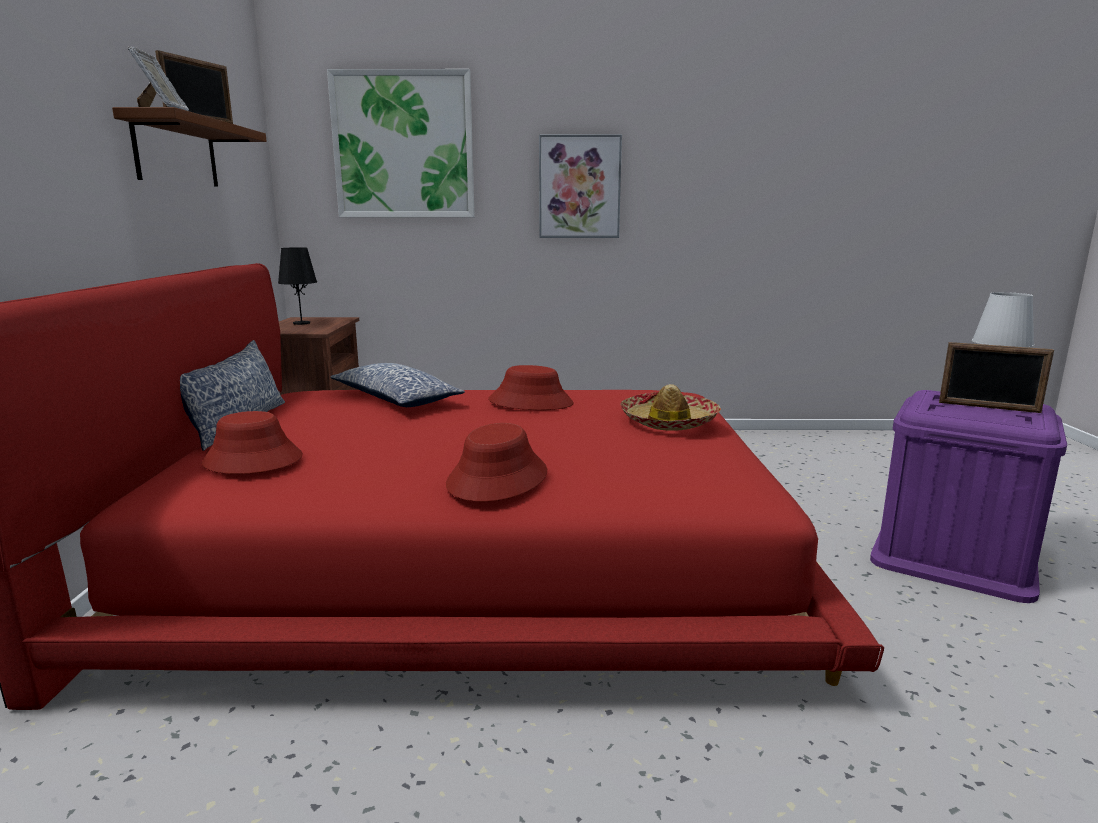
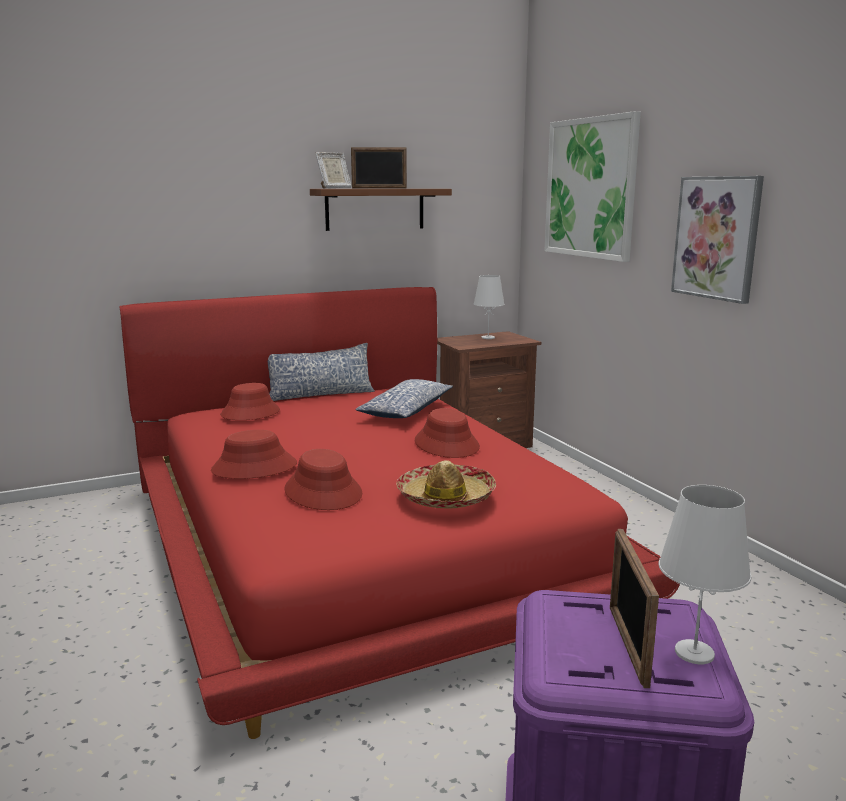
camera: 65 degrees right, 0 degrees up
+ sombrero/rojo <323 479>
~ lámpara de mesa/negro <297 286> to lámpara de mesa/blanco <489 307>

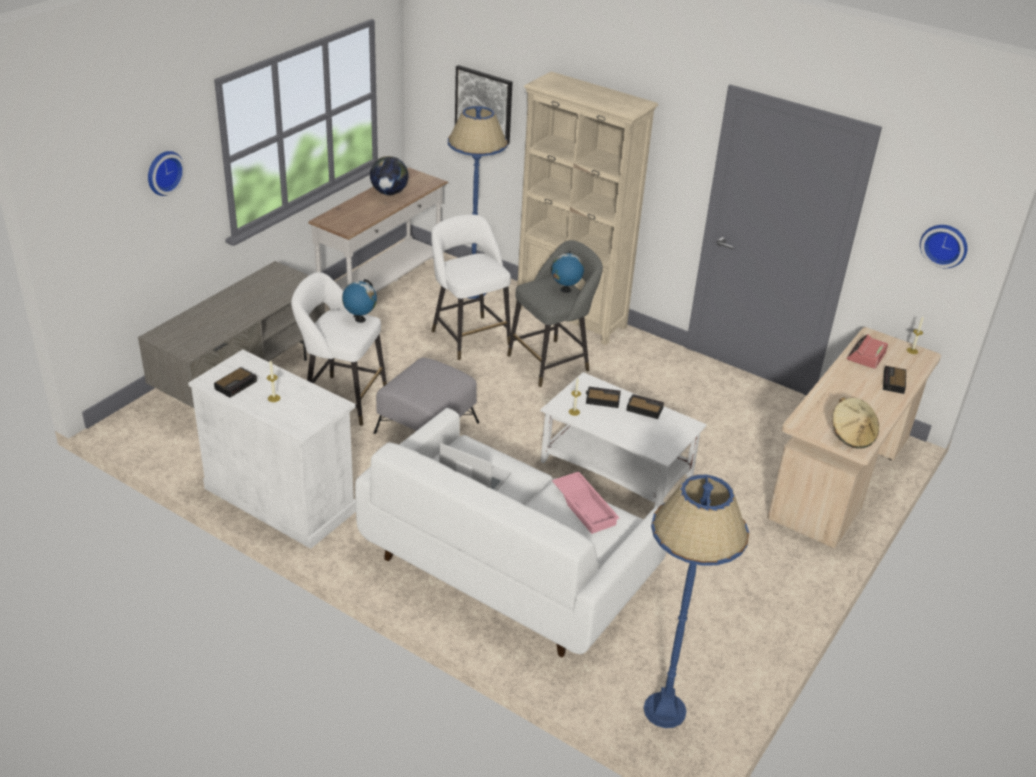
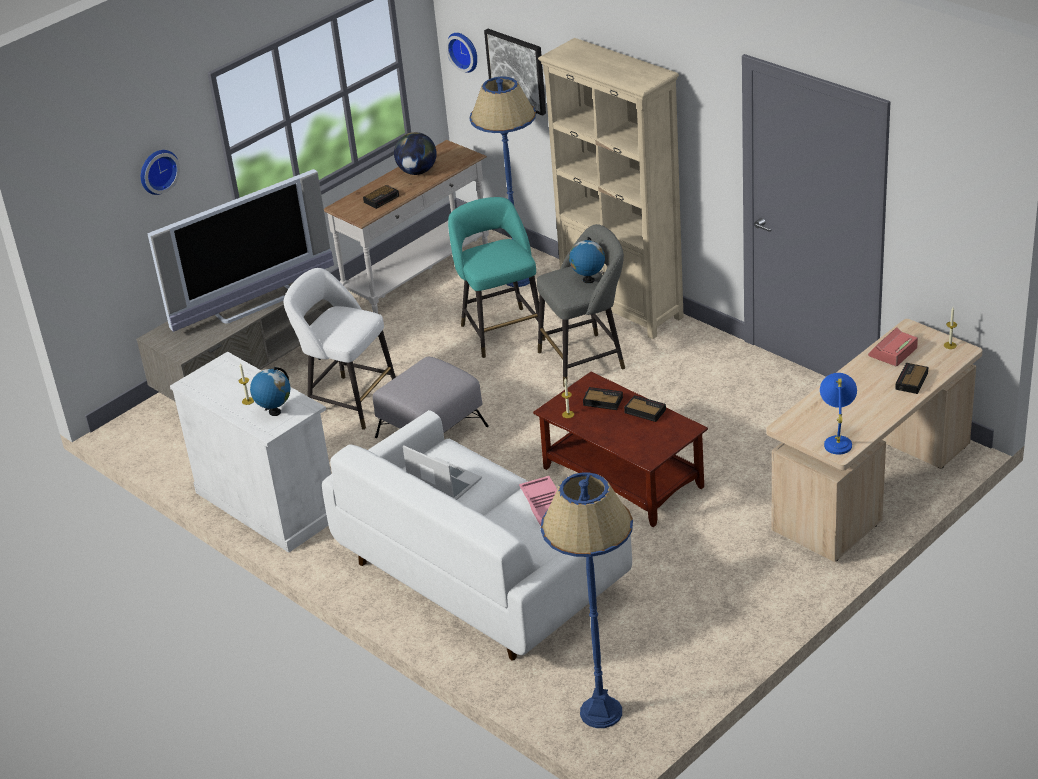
camera: 15 degrees right, 0 degrees up
+ televisor <240 250>
~ despertador <235 382> to <381 197>
~ globo terráqueo <359 301> to <270 391>
~ reloj de pared <943 246> to <461 53>
~ sombrero/beis <855 422> to lámpara de mesa/azul <838 413>
~ taburete/blanco <471 287> to taburete/turquesa <496 277>
~ mesa de centro/blanco <623 439> to mesa de centro/marrón <620 449>

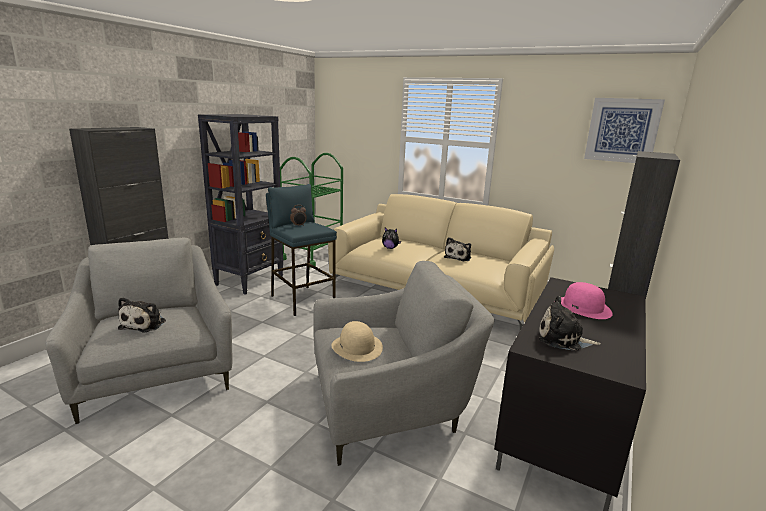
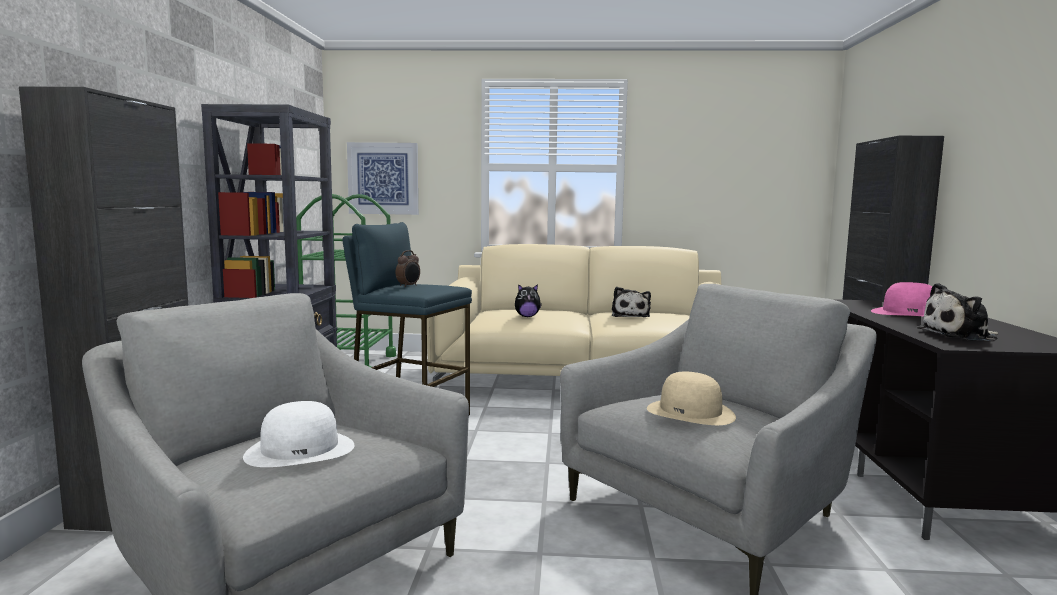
camera: 25 degrees left, 10 degrees down
~ cuadro <624 130> to <382 178>
~ peluche <142 315> to sombrero/blanco <298 434>

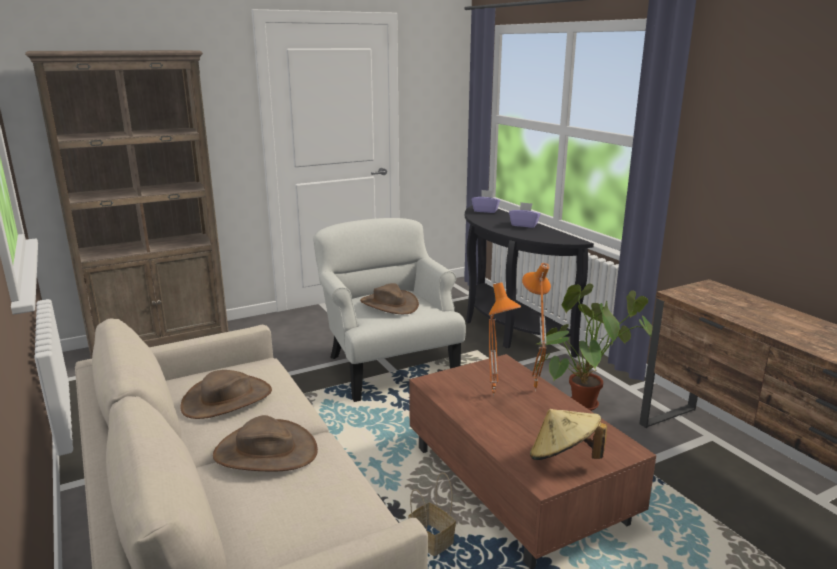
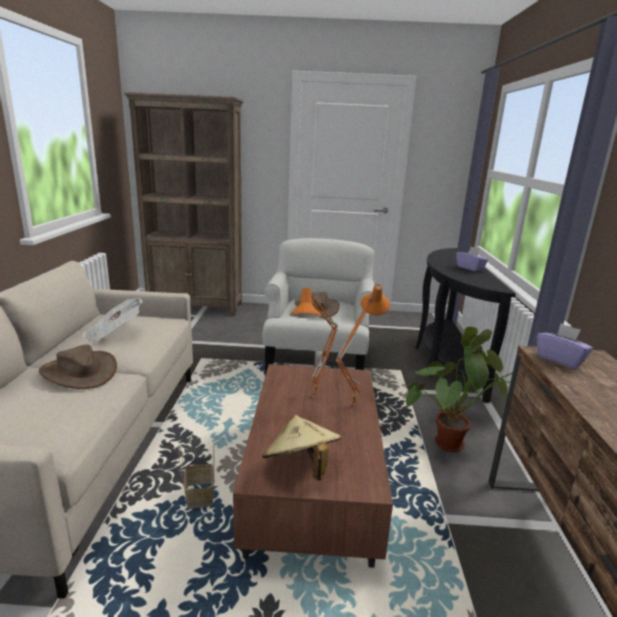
camera: 30 degrees right, 0 degrees up
~ caja de pañuelos/morado <486 201> to <565 346>
~ sombrero/marrón <226 394> to periódico <112 320>

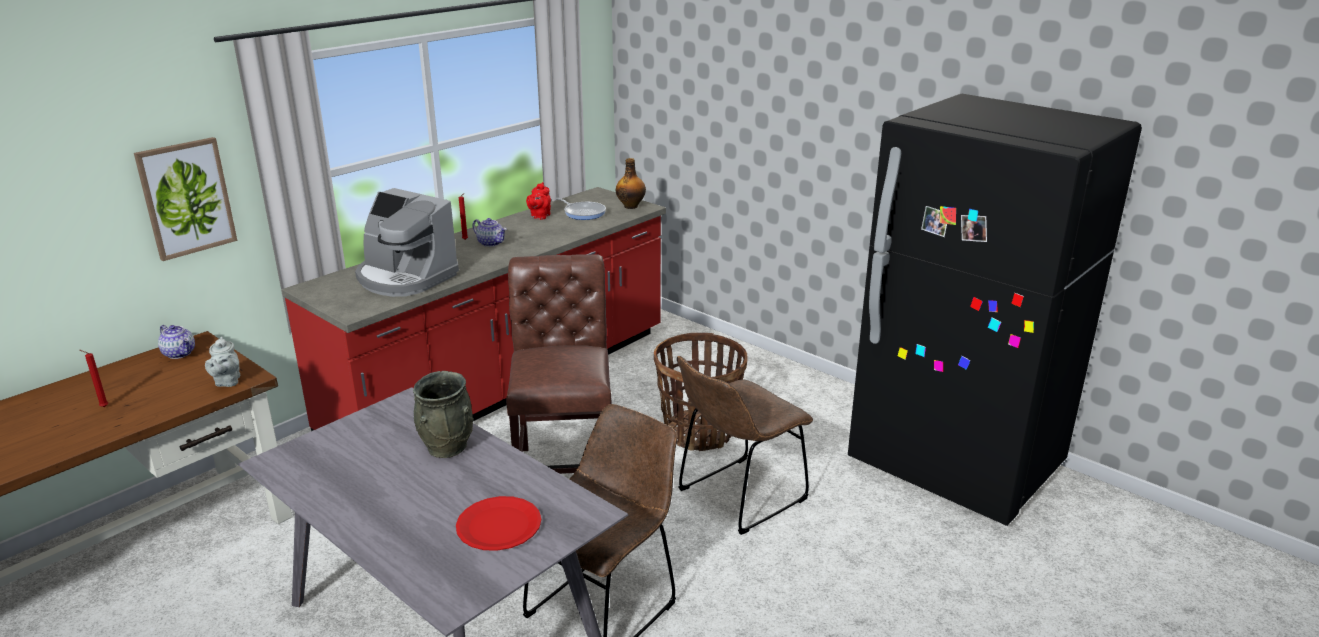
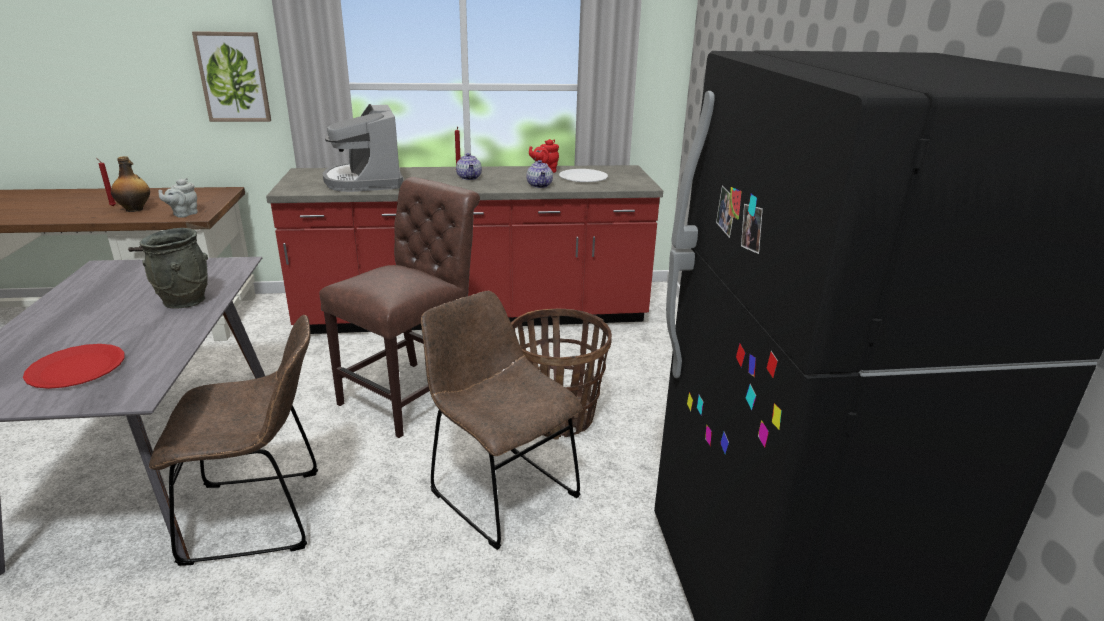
camera: 40 degrees right, 0 degrees up
~ tetera <176 342> to <540 174>
~ botella <631 183> to <130 184>
~ sartén <580 209> to plato/blanco <583 175>
~ silla/marrón <745 445> = <501 420> 45 degrees clockwise

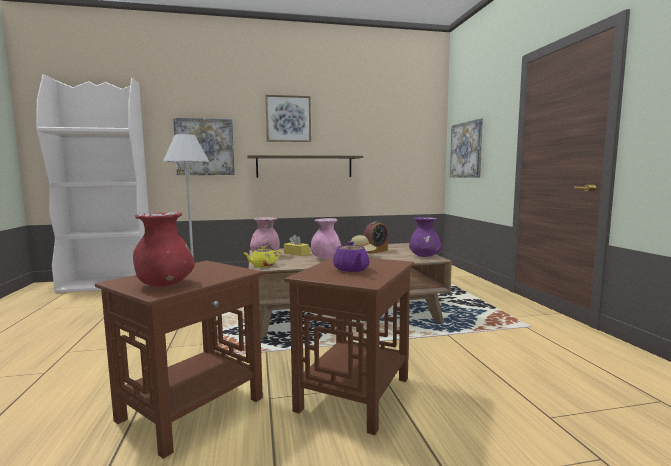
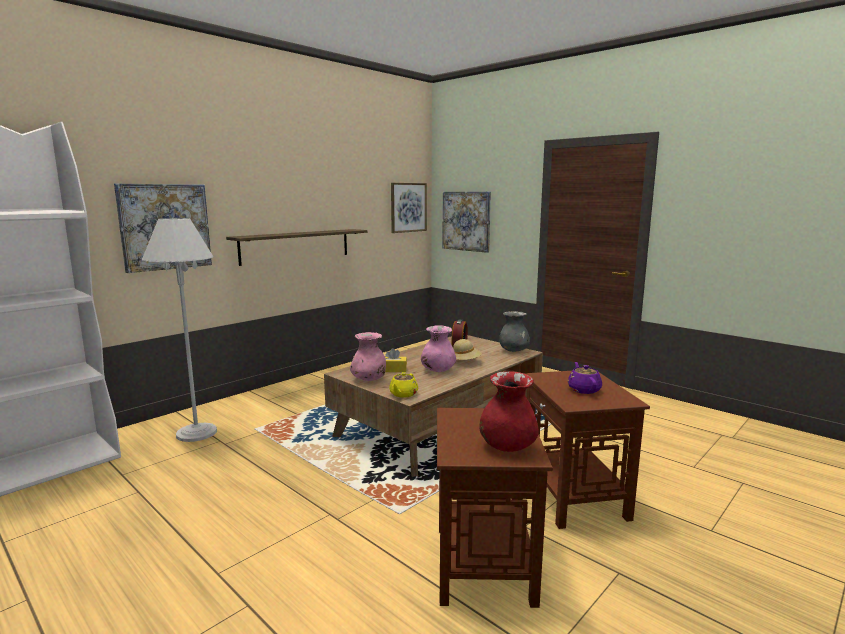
camera: 35 degrees left, 5 degrees up
~ cuadro <288 118> to <409 208>
~ florero/morado <425 237> to florero/gris <514 331>
~ tetera/morado <351 256> = <585 378> 135 degrees counterclockwise

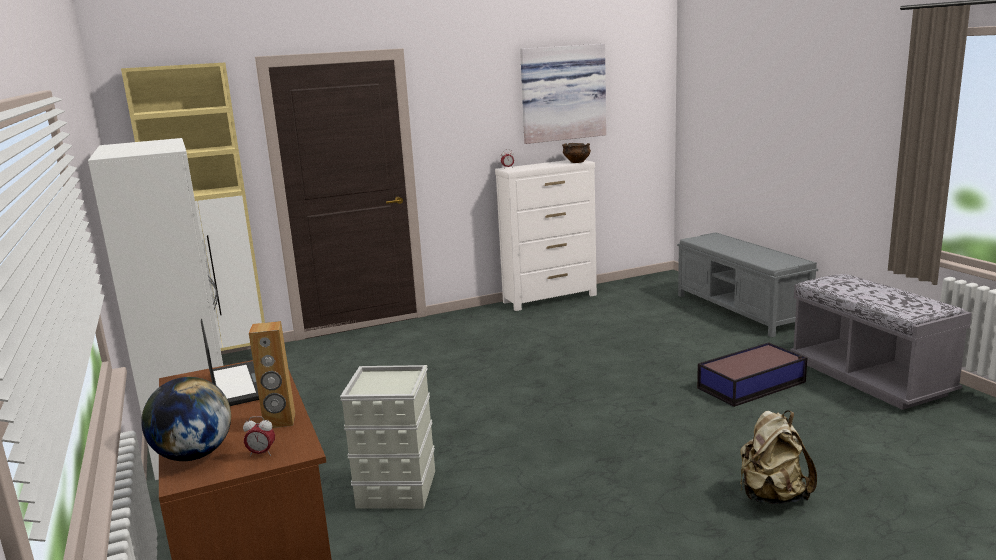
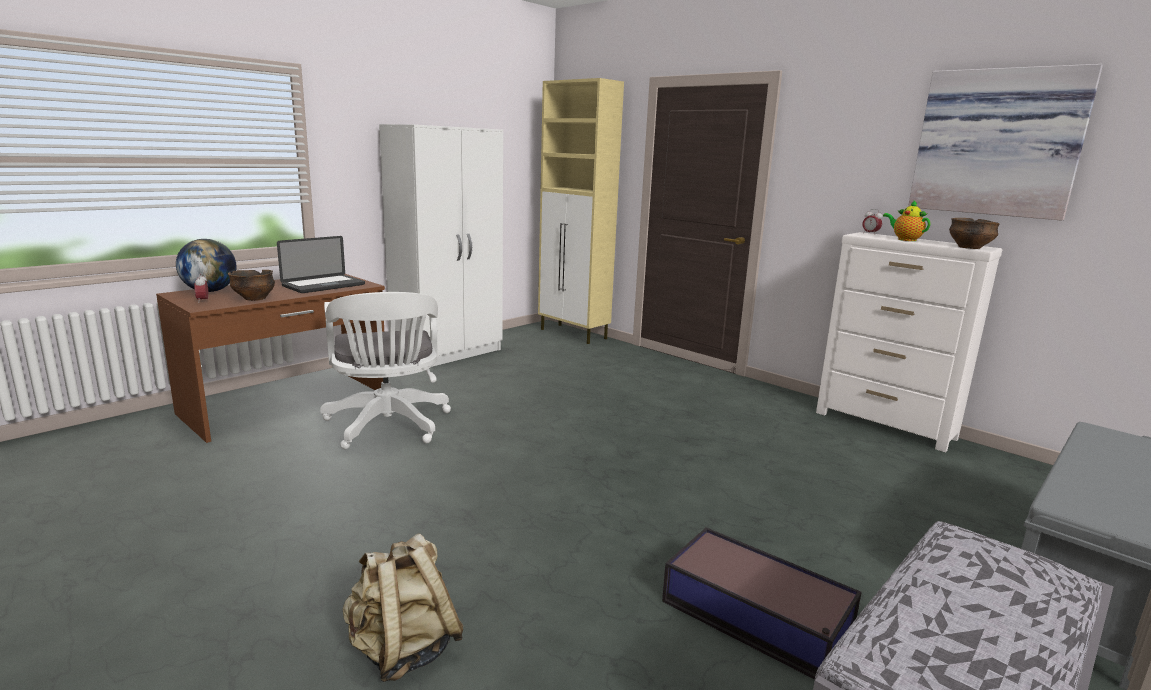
camera: 65 degrees right, 0 degrees up
+ tetera <906 220>
~ altavoz/marrón <272 374> to cuenco <251 285>
~ caja de almacenaje/gris <387 437> to silla de oficina/blanco <385 370>

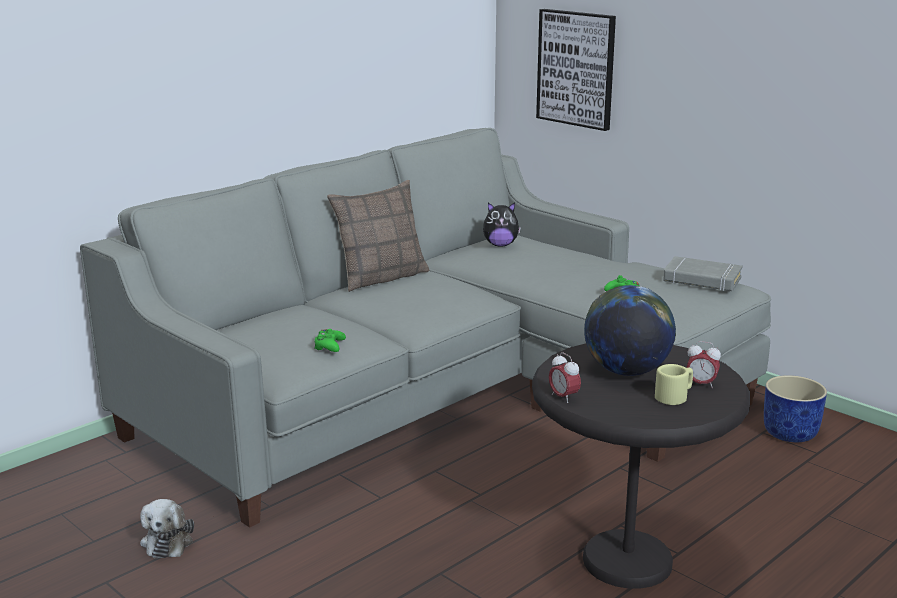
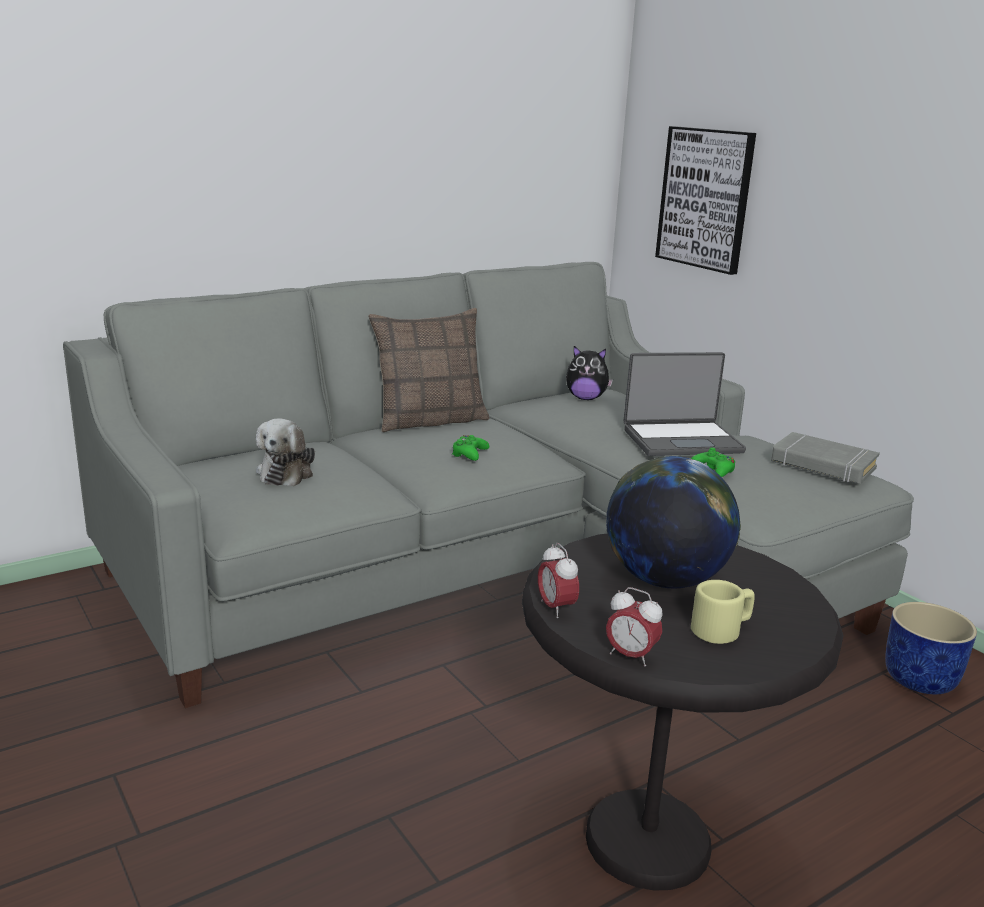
camera: 10 degrees right, 0 degrees up
+ portátil <685 404>
~ peluche <167 528> to <285 452>
~ mando de consola/verde <330 340> to <470 448>
~ despertador <703 365> to <634 626>

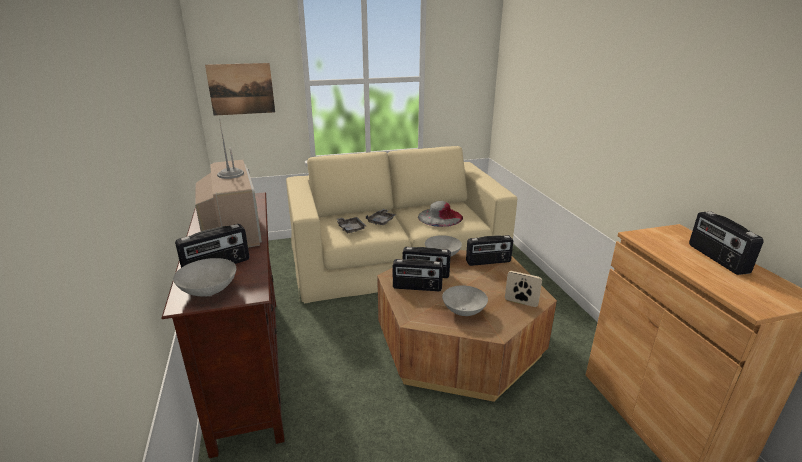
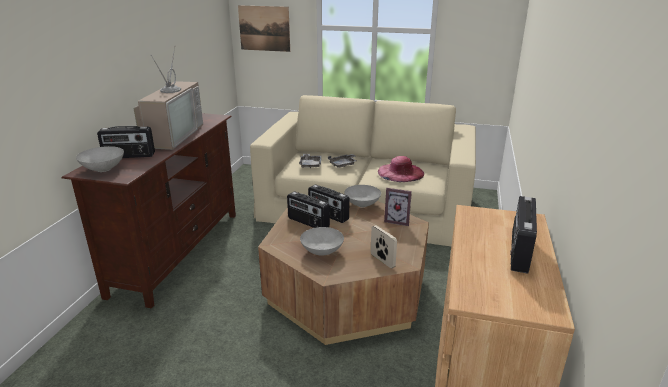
camera: 30 degrees right, 0 degrees up
~ radio <489 250> to portarretratos <398 207>
~ sombrero/gris <440 214> to sombrero/rosa <401 169>

